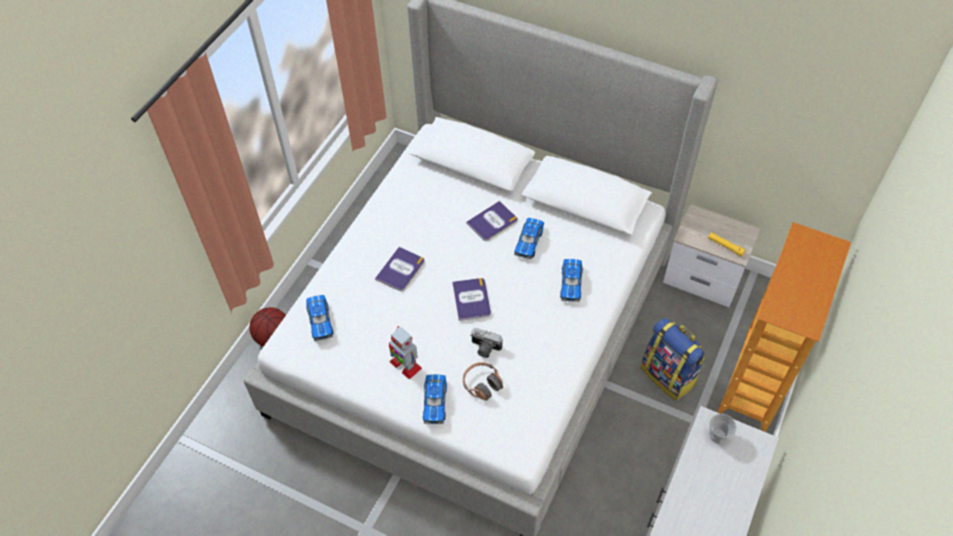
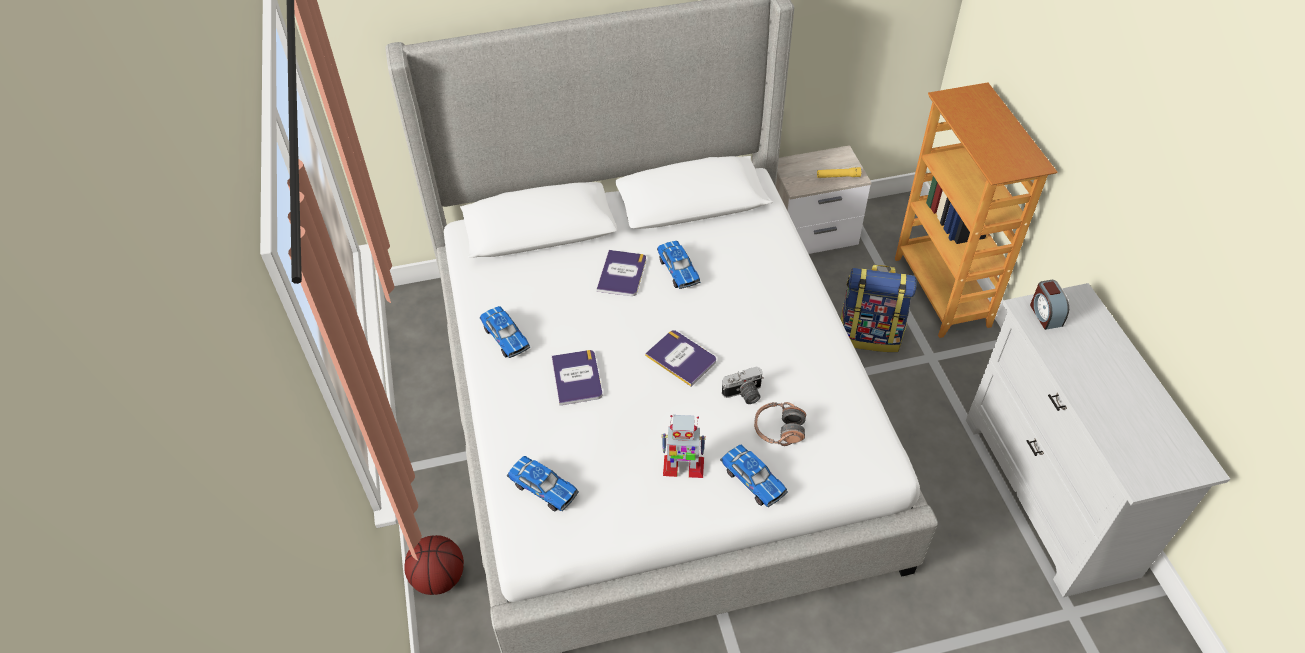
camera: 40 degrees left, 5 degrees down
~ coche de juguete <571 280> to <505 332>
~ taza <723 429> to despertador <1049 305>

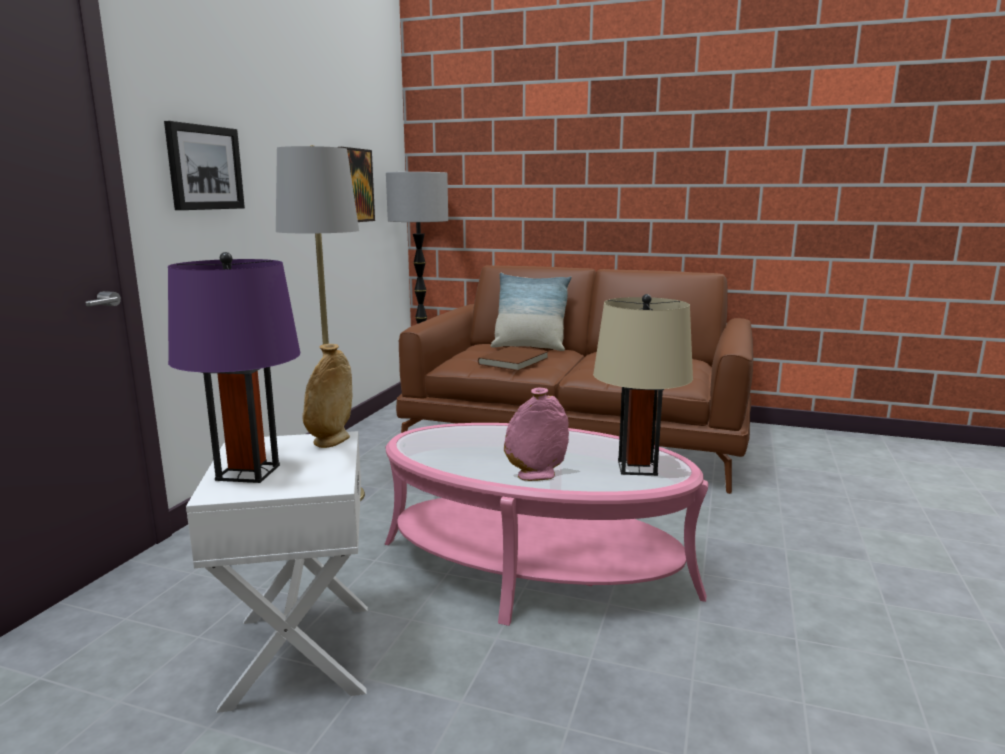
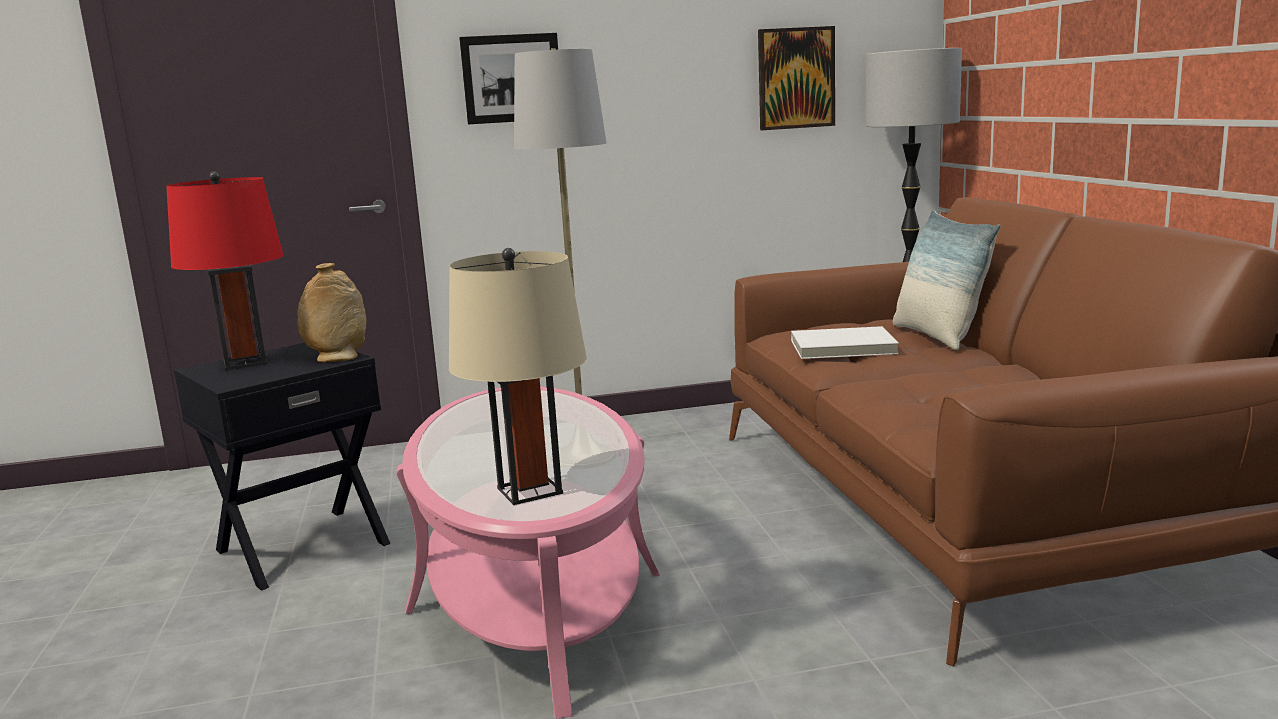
camera: 60 degrees right, 0 degrees up
- florero/rosa <536 434>
~ lámpara de mesa/morado <234 367> to lámpara de mesa/rojo <225 270>
~ mesa auxiliar/blanco <277 572> to mesa auxiliar/negro <282 467>
~ libro/marrón <513 358> to libro/blanco <845 342>

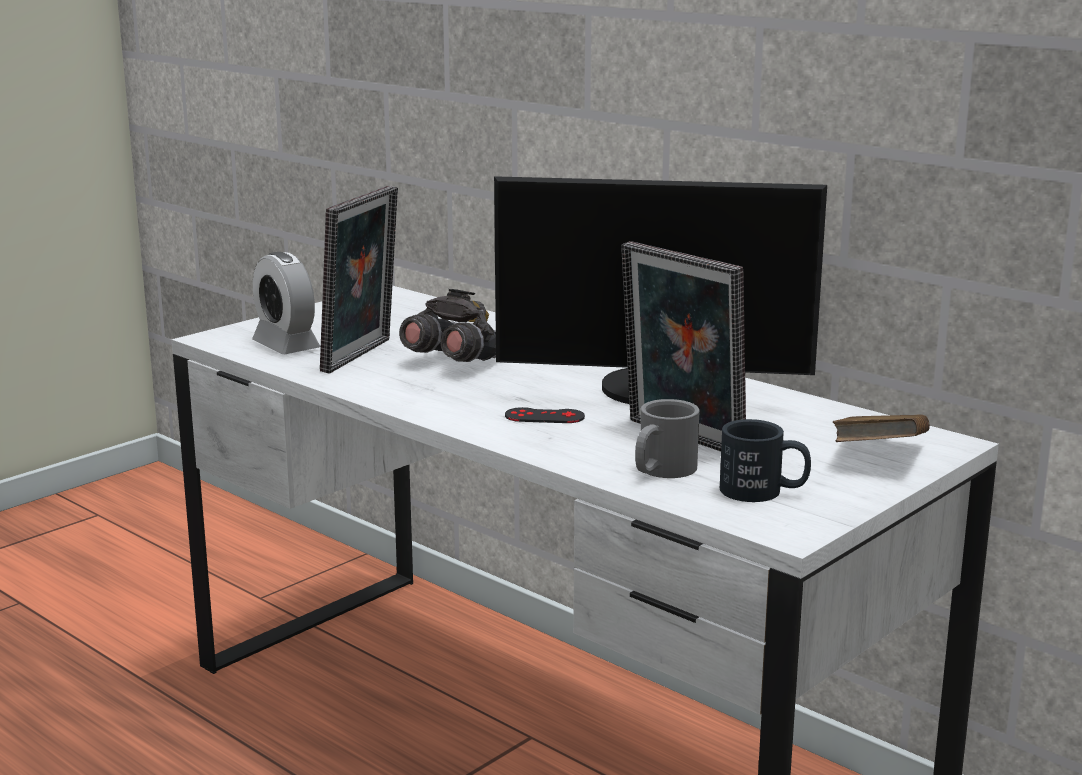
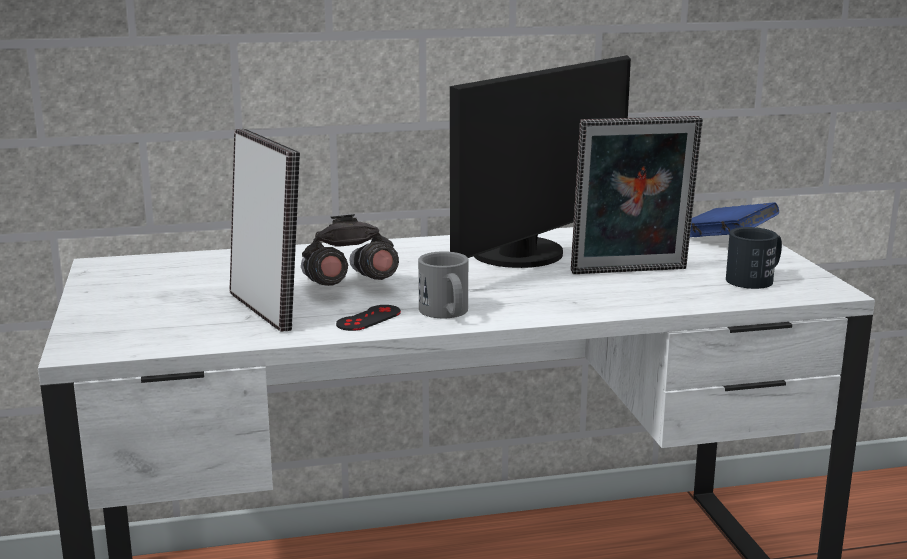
camera: 55 degrees left, 0 degrees up
- despertador <286 303>
~ mando de consola/negro <545 415> to <368 318>
~ taza grande/gris <667 438> to <443 284>
~ libro/marrón <881 428> to libro/azul <734 219>

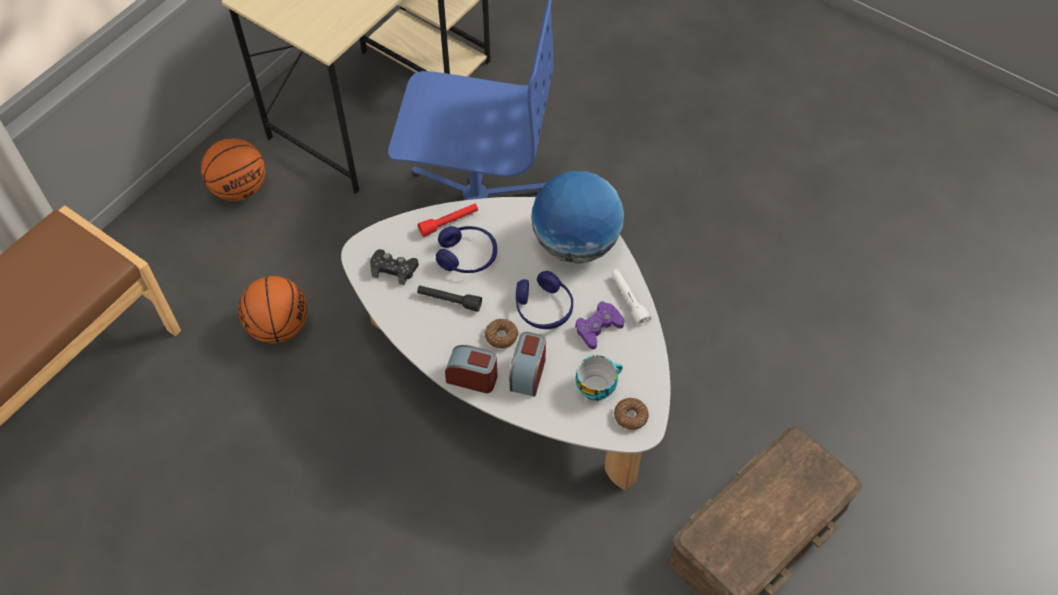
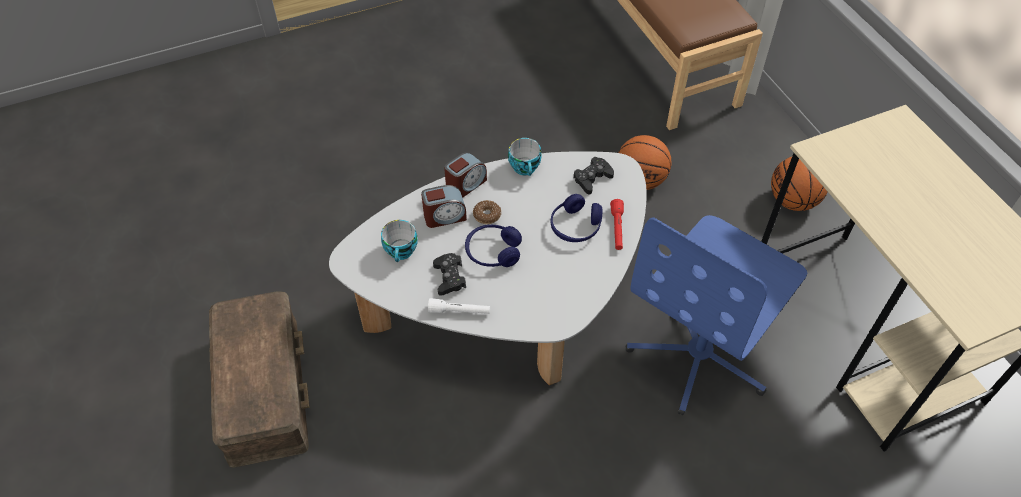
camera: 120 degrees right, 5 degrees down
- linterna/negro <449 298>
- globo terráqueo <577 217>
- rosquilla <631 414>
+ taza <525 157>
~ mando de consola/morado <599 325> to mando de consola/negro <449 274>
~ despertador <527 364> = <444 206> 120 degrees clockwise

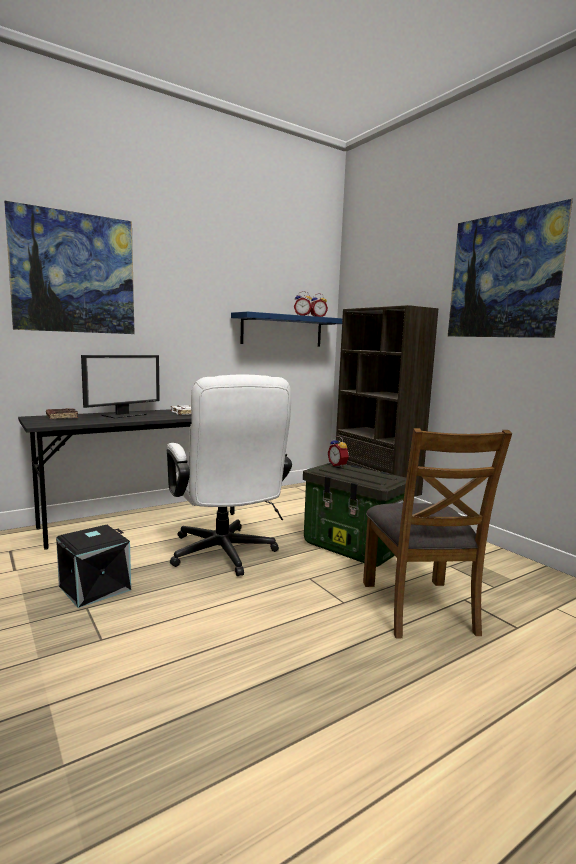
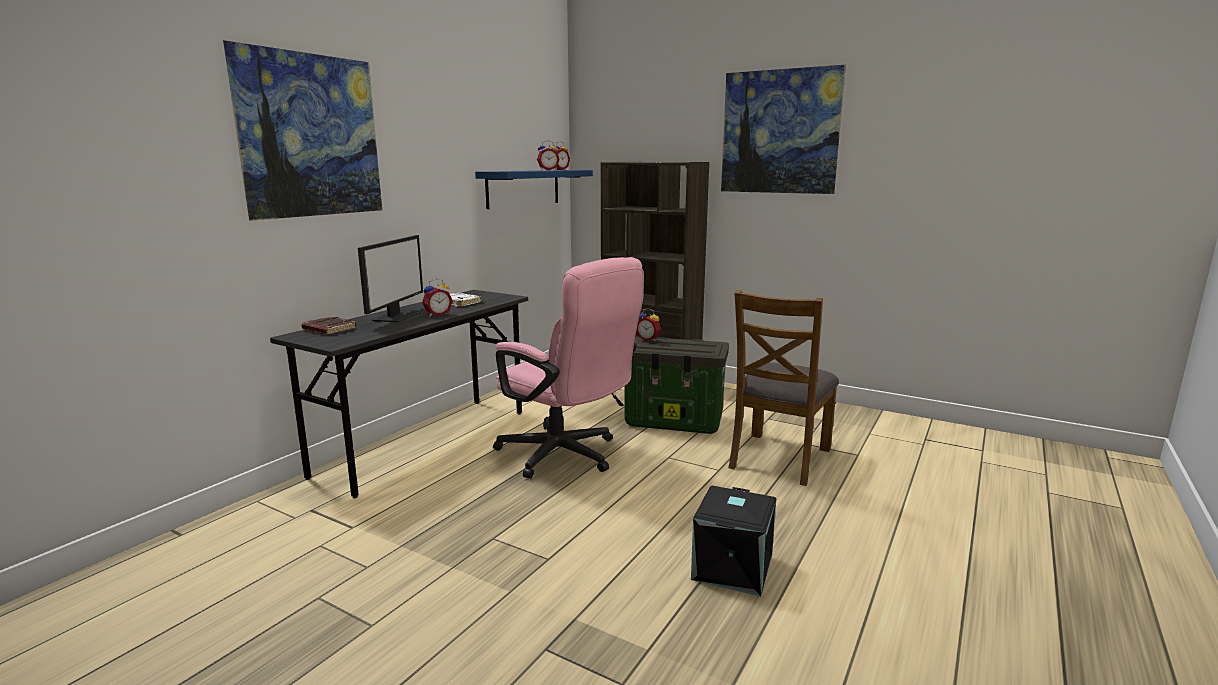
camera: 25 degrees left, 5 degrees up
+ despertador <437 298>
~ caja de almacenaje/negro <93 566> to <733 541>
~ silla de oficina/blanco <229 475> to silla de oficina/rosa <568 368>
~ silla/marrón <437 533> = <784 388> 60 degrees clockwise

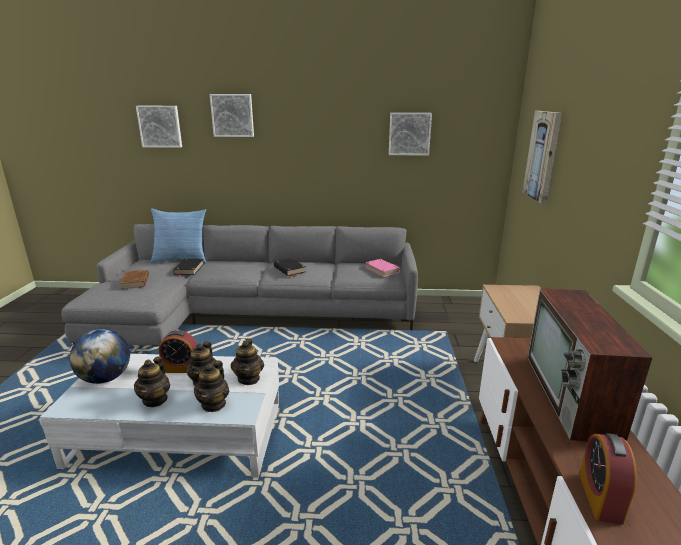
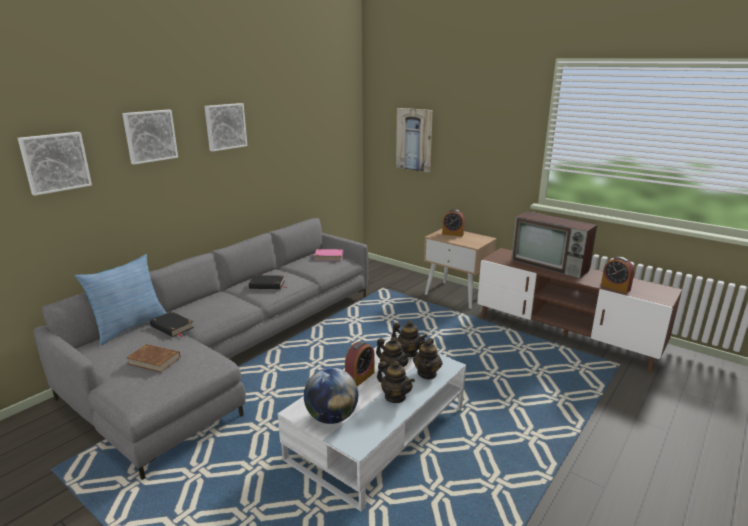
camera: 55 degrees left, 0 degrees up
+ despertador <453 223>
~ cuadro <410 134> to <225 127>
~ tetera <211 386> = <427 358> 60 degrees clockwise

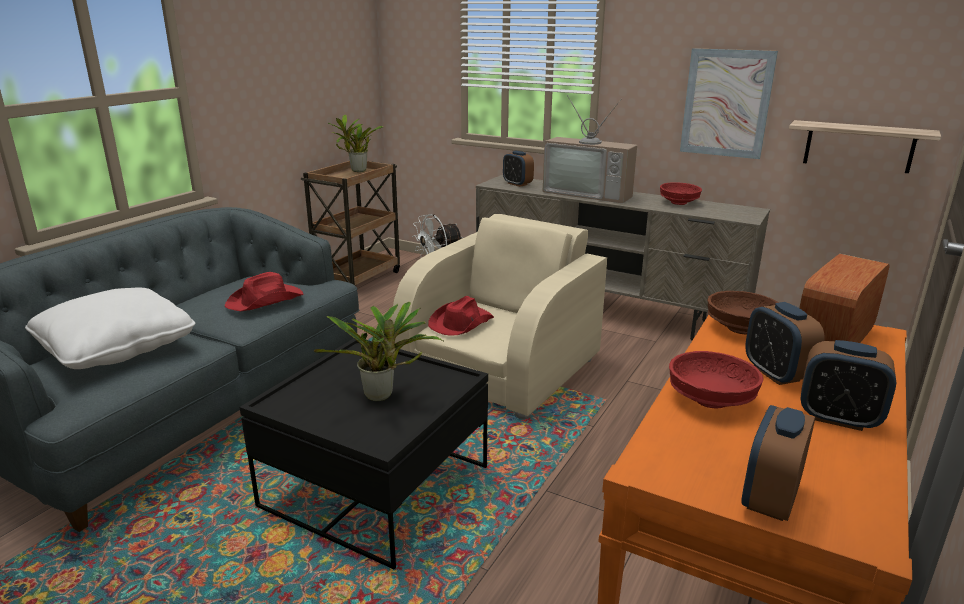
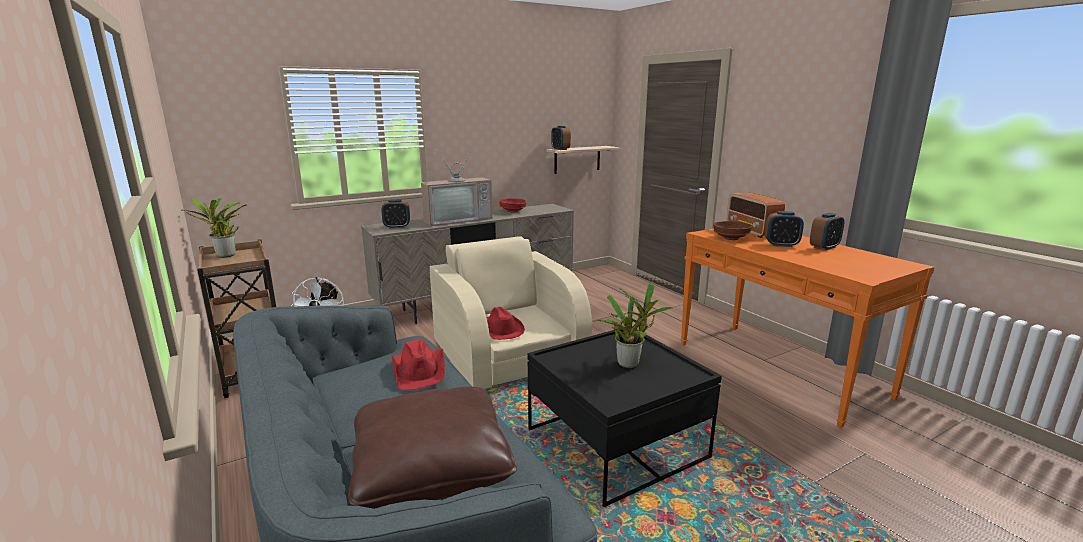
camera: 60 degrees left, 5 degrees down
- cuenco/rojo <716 380>
- cuadro <729 103>
~ despertador <778 463> to <561 138>
~ cojín/blanco <110 328> to cojín/marrón <432 448>

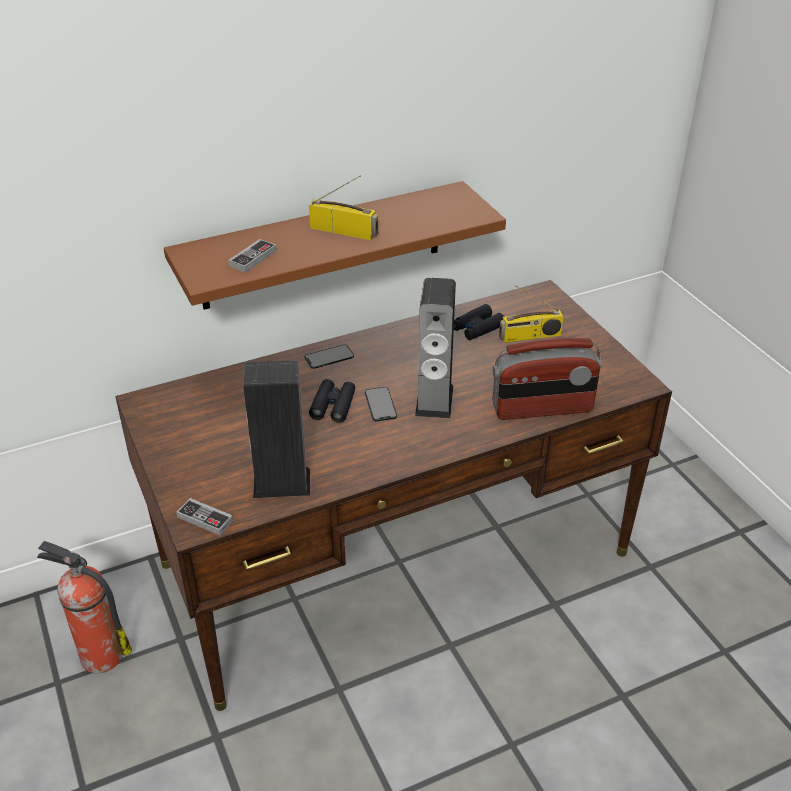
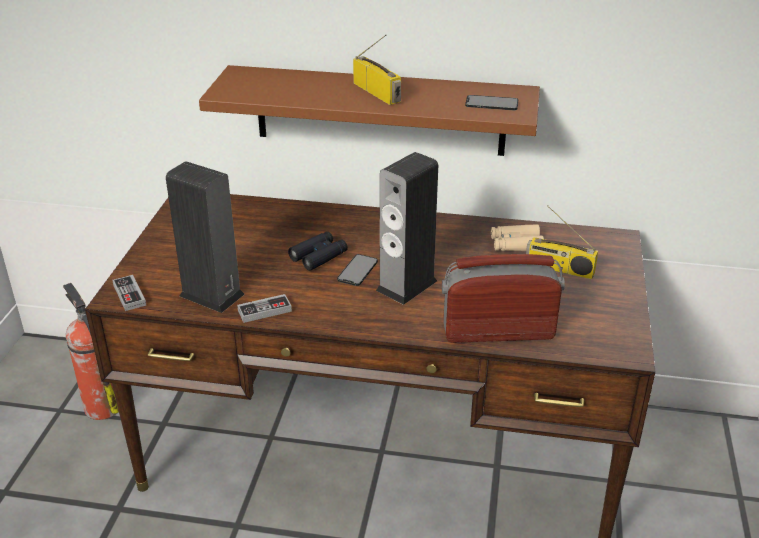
camera: 35 degrees right, 5 degrees down
~ mando de consola <252 256> to <264 308>
~ móvil <329 356> to <491 102>
~ prismáticos/negro <479 322> to prismáticos/beis <517 237>
~ radio <547 379> = <503 298> 150 degrees clockwise

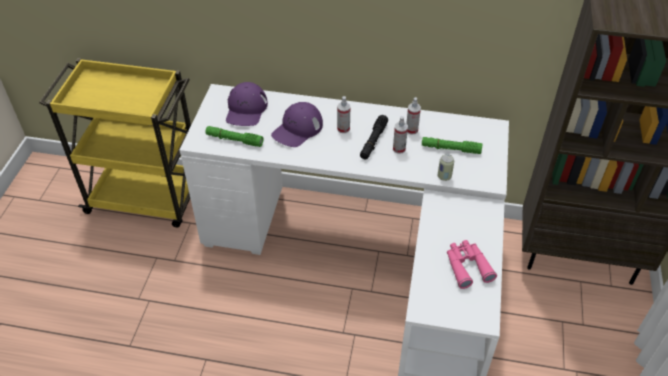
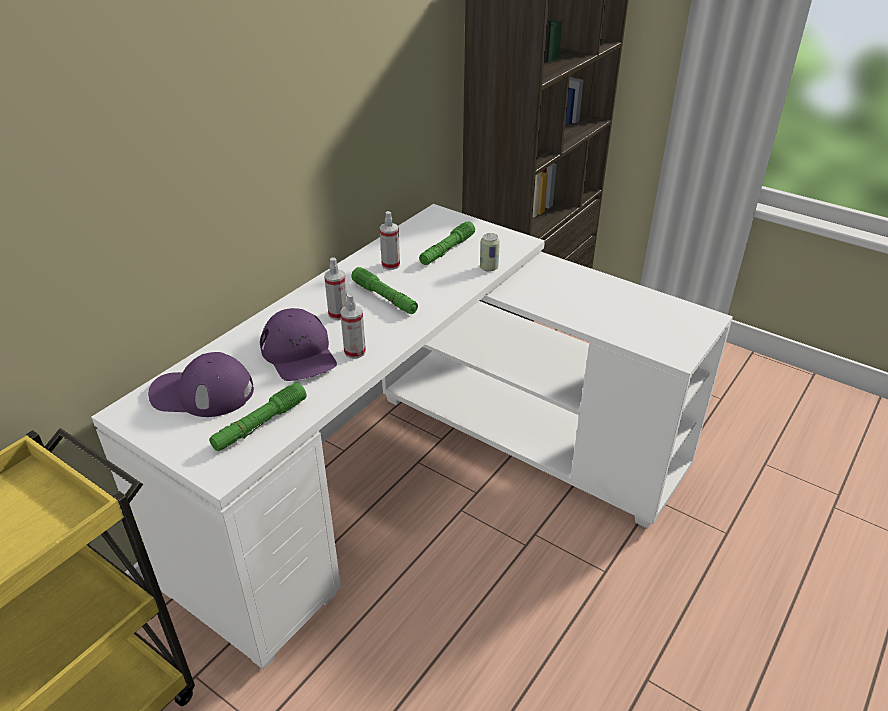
camera: 65 degrees left, 10 degrees down
- prismáticos/rosa <472 264>
~ pulverizador <400 135> to <353 326>
~ linterna/negro <374 137> to linterna/verde <384 290>
~ gorra/morado <247 104> = <201 384> 150 degrees clockwise

